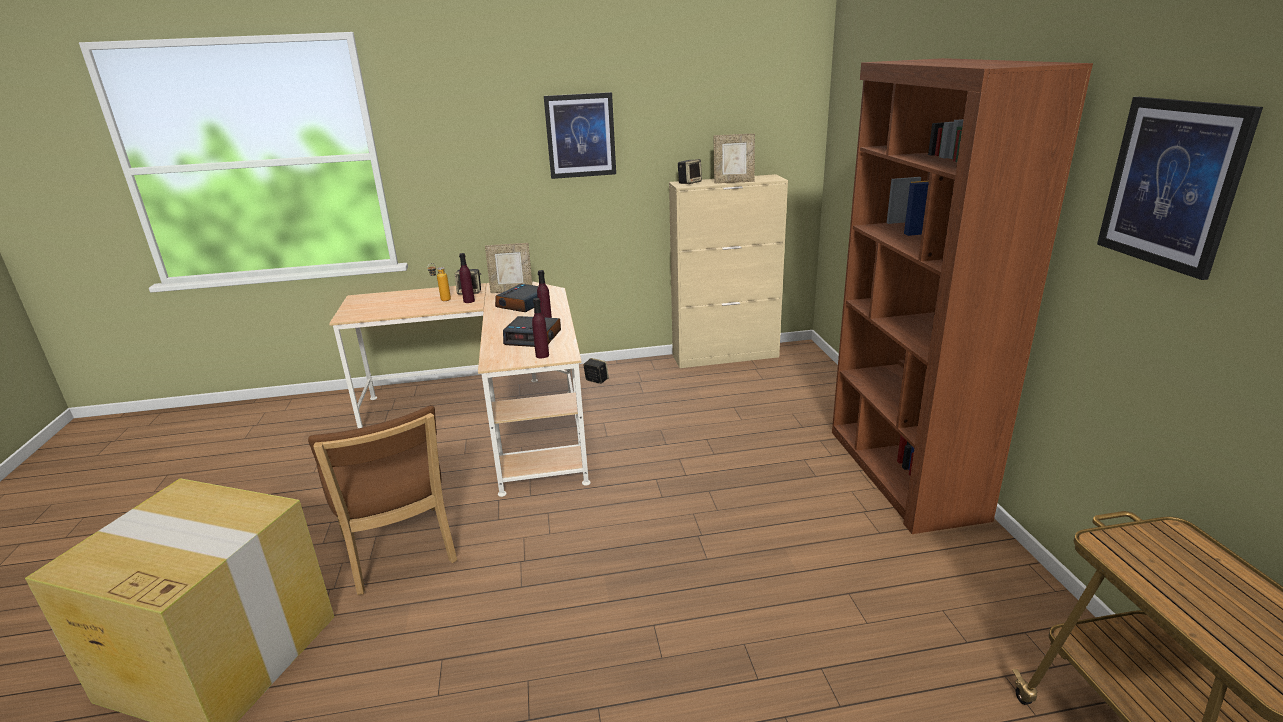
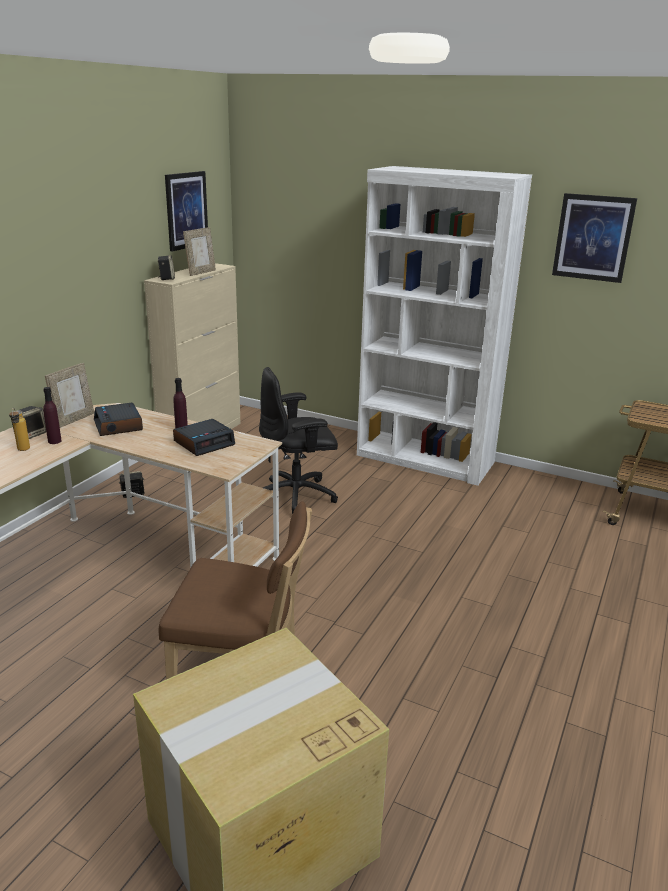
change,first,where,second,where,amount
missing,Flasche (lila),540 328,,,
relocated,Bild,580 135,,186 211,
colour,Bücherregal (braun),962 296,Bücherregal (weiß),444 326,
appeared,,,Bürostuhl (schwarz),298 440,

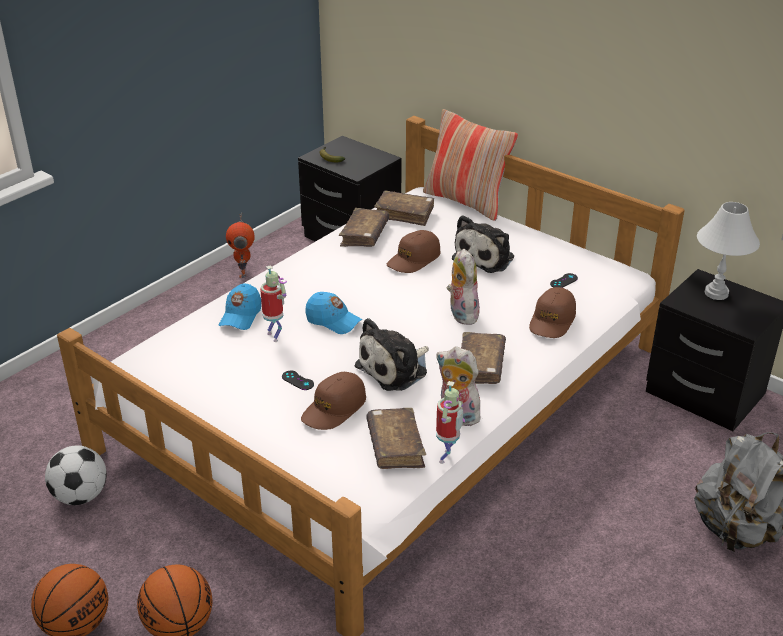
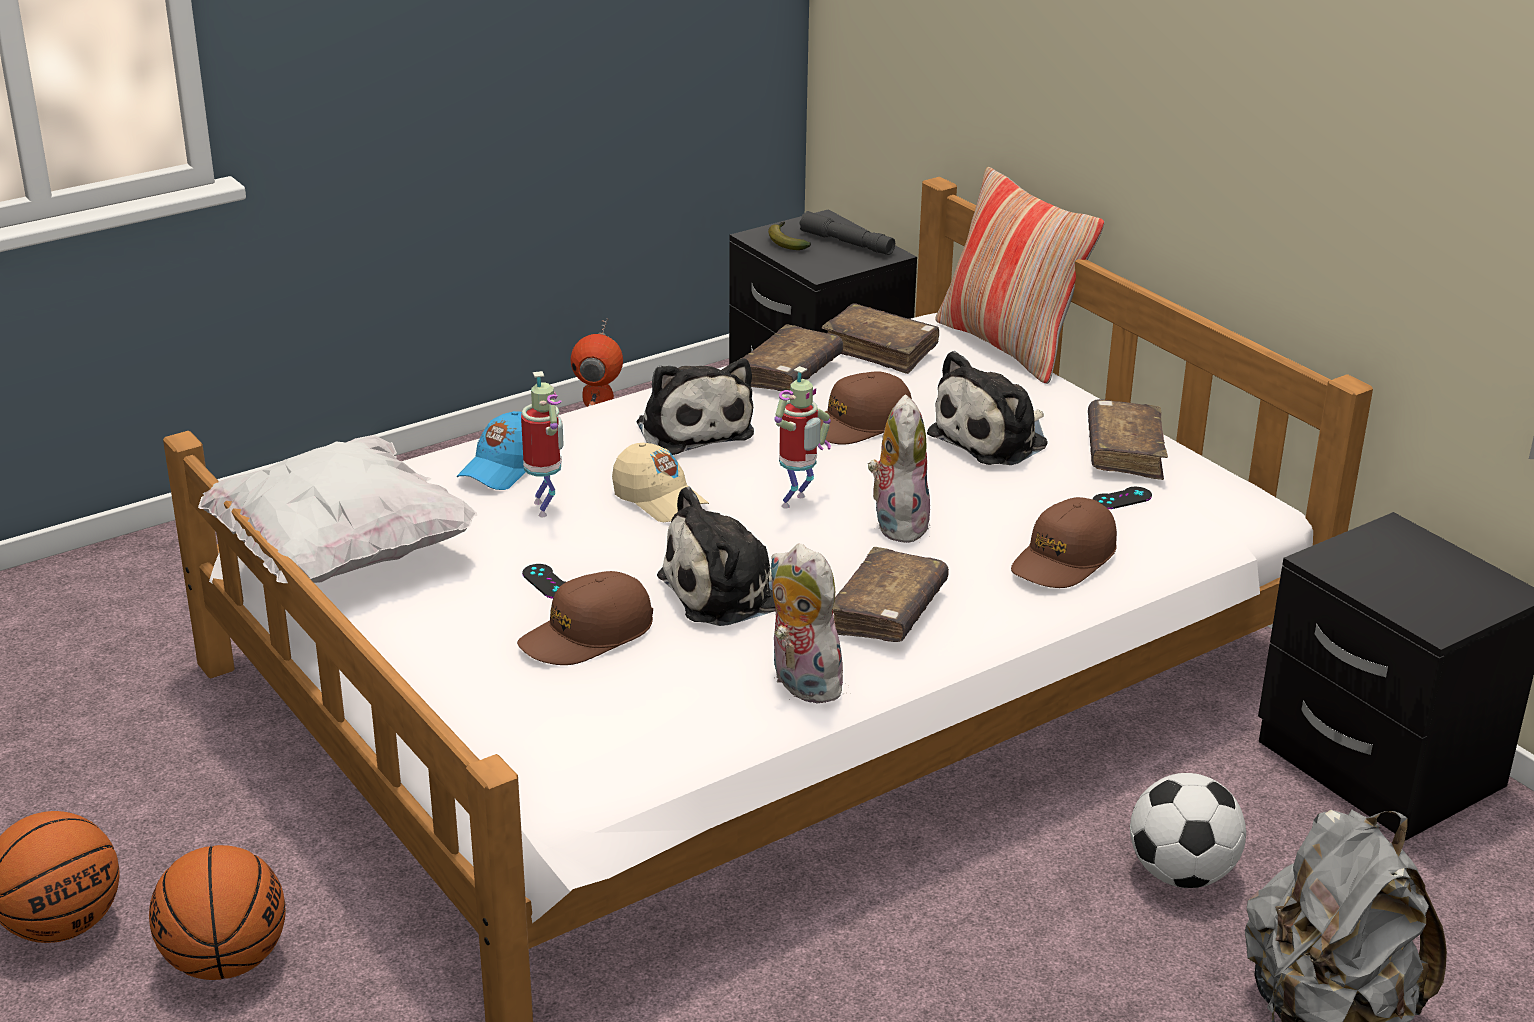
change,first,where,second,where,amount
relocated,Fußball,76 475,,1188 830,
colour,Kappe (blau),333 313,Kappe (beige),660 482,
relocated,Buch (braun),396 438,,1128 439,
relocated,Spielzeugroboter,450 422,,802 437,
missing,Tischlampe (weiß),728 251,,,
appeared,,,Kissen (weiß),337 509,
appeared,,,Plüschtier,695 406,
appeared,,,Taschenlampe (grau),847 233,

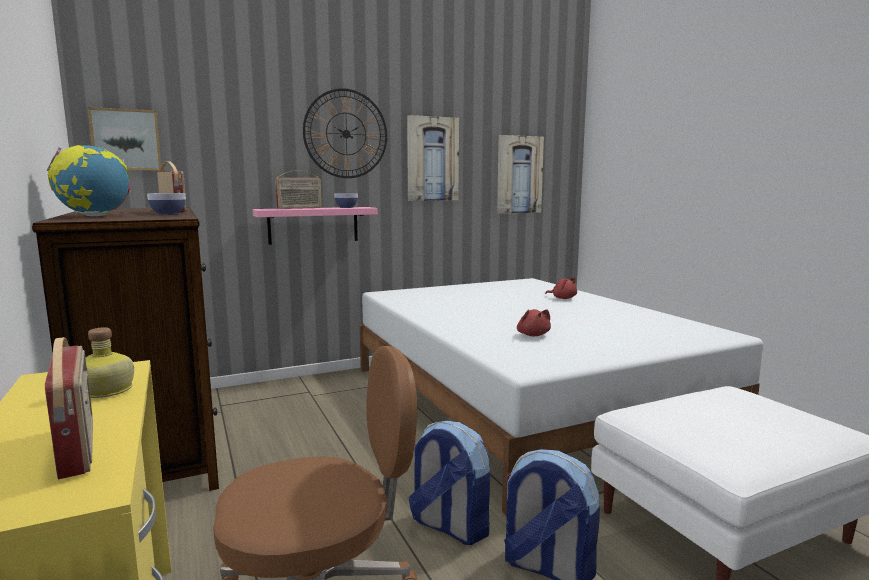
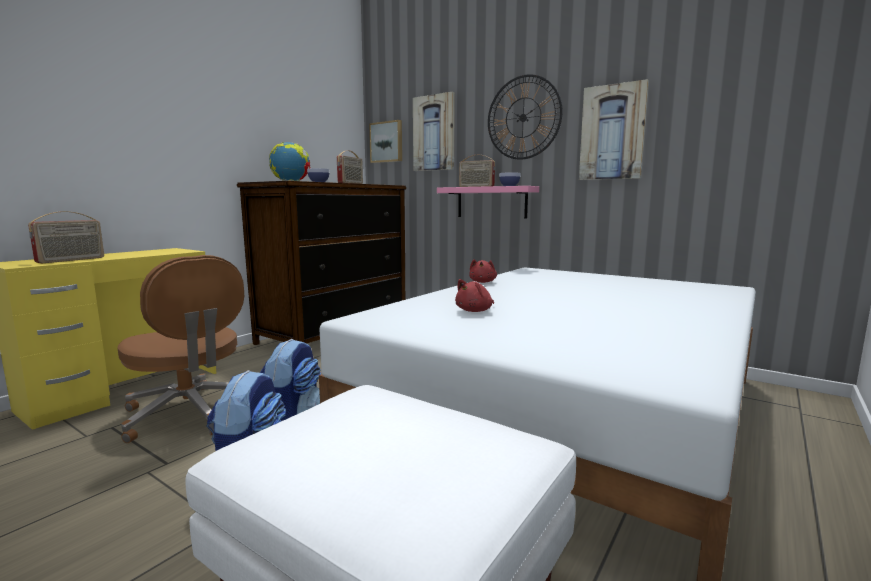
change,first,where,second,where,amount
missing,Flasche,110 362,,,
relocated,Bild,520 174,,434 131,
relocated,Plüschtier (rot),561 288,,483 271,

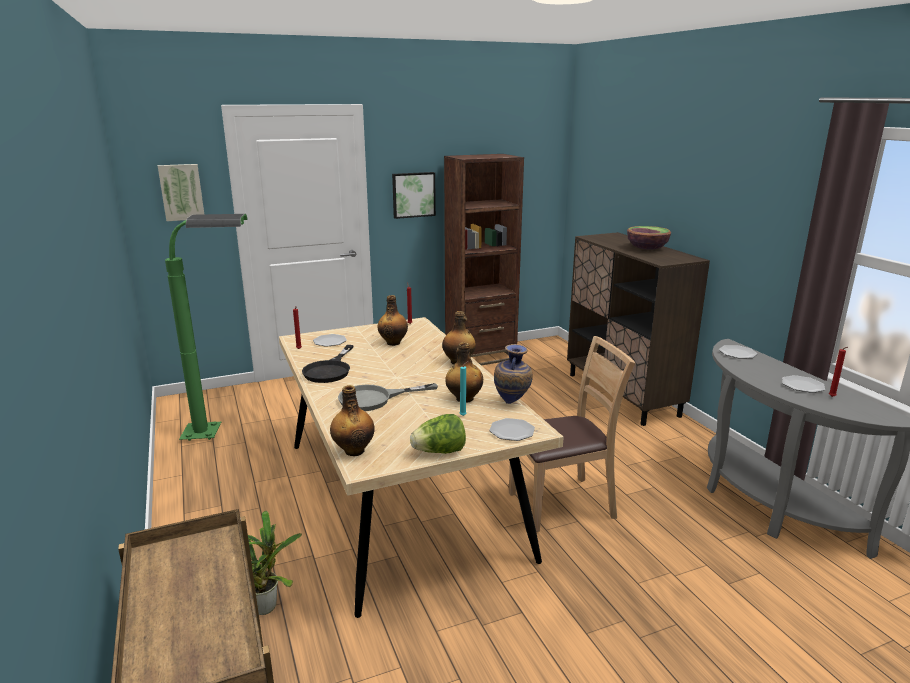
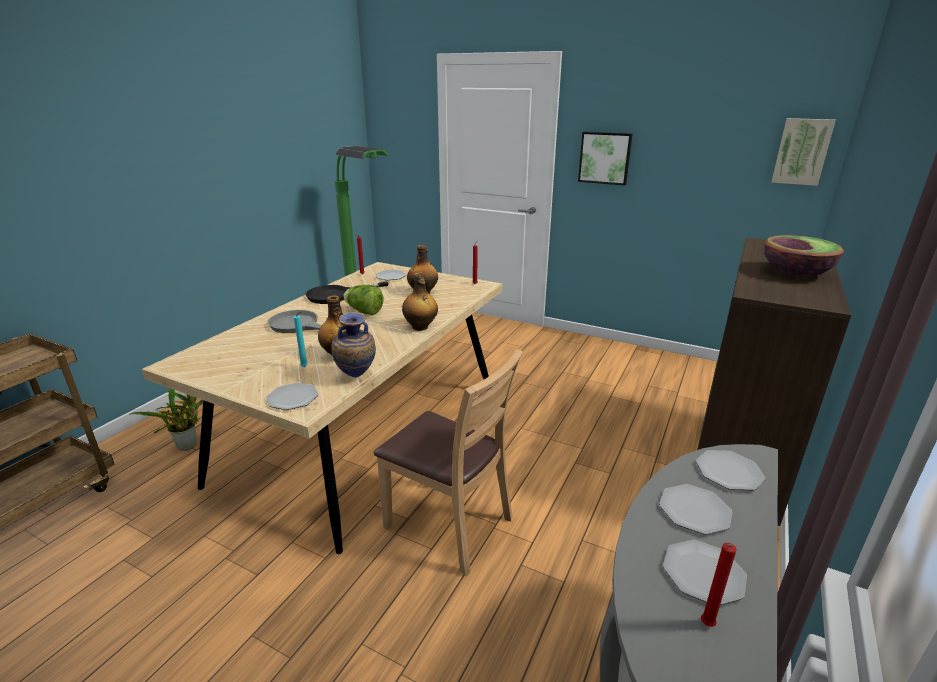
change,first,where,second,where,amount
relocated,Bild,181 192,,803 152,
missing,Flasche,352 420,,,
relocated,Salatkopf,438 434,,363 300,
missing,Bücherregal (braun),484 260,,,
appeared,,,Teller,695 509,

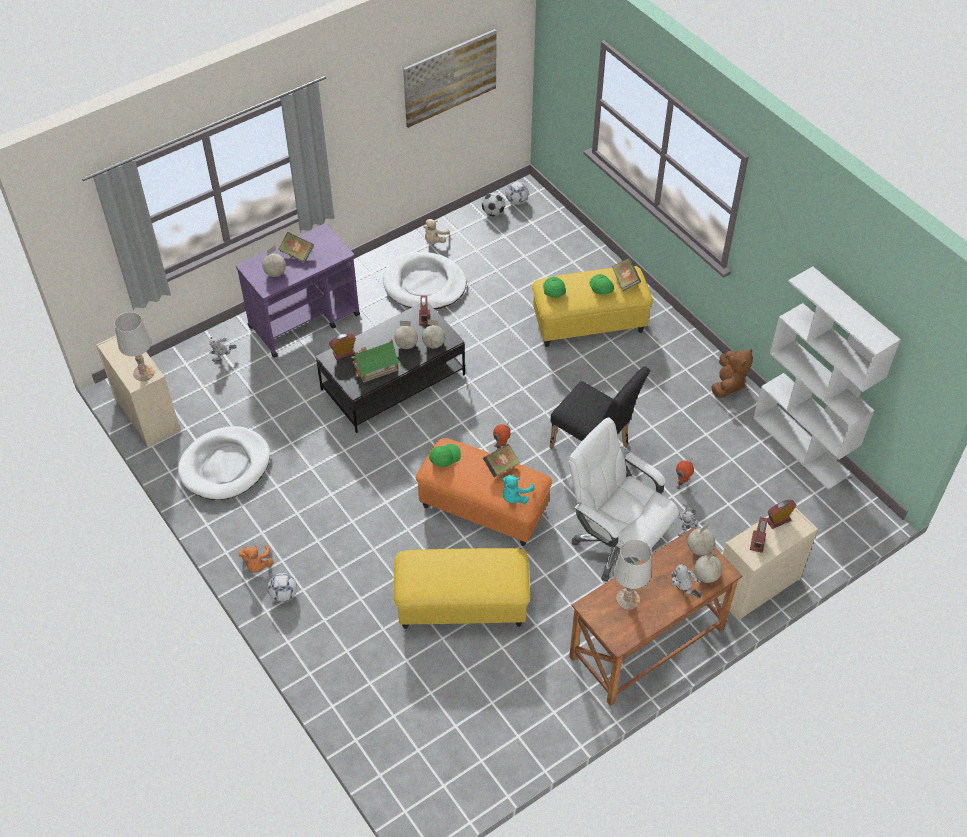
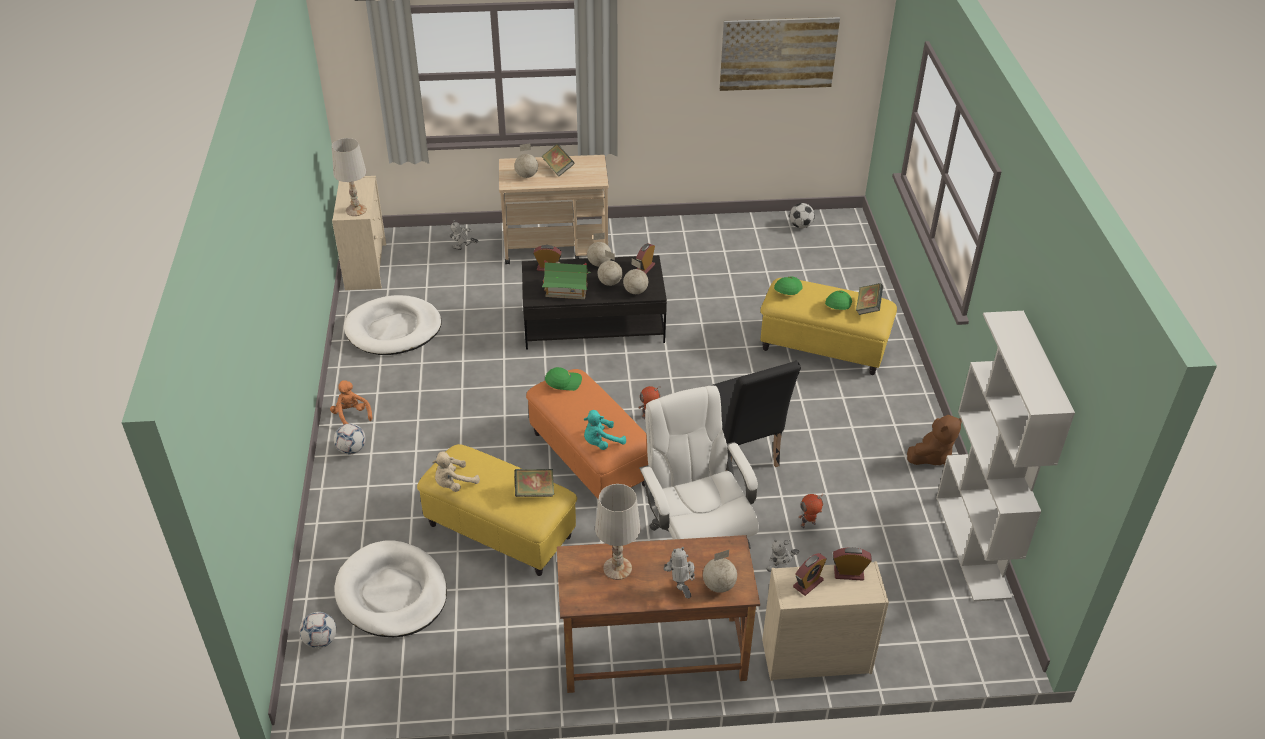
change,first,where,second,where,amount
colour,Rollwagen (lila),298 290,Rollwagen (beige),554 210,
spun,Plüschtier (orange),256 558,,351 402,120 degrees clockwise
relocated,Hundebett (weiß),424 281,,390 588,
relocated,Plüschtier (beige),436 231,,456 471,
relocated,Buch,501 460,,534 483,
relocated,Fußball,517 193,,318 630,
relocated,Globus,701 539,,599 250,

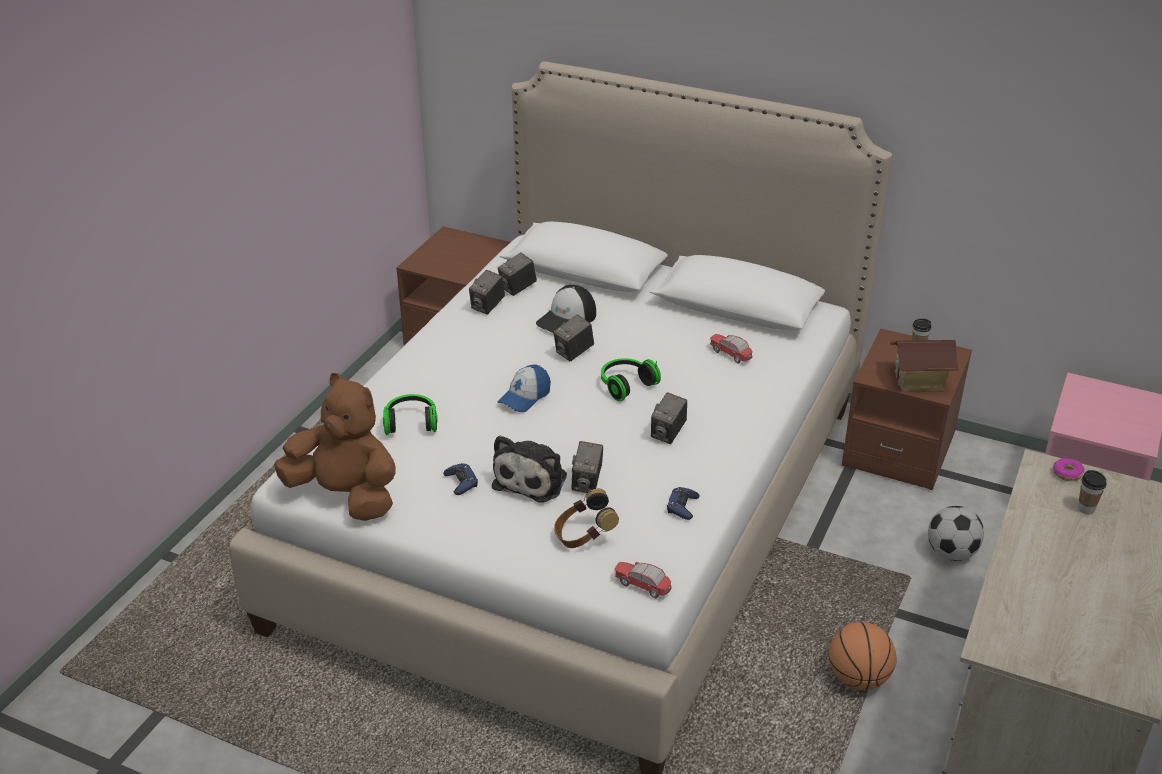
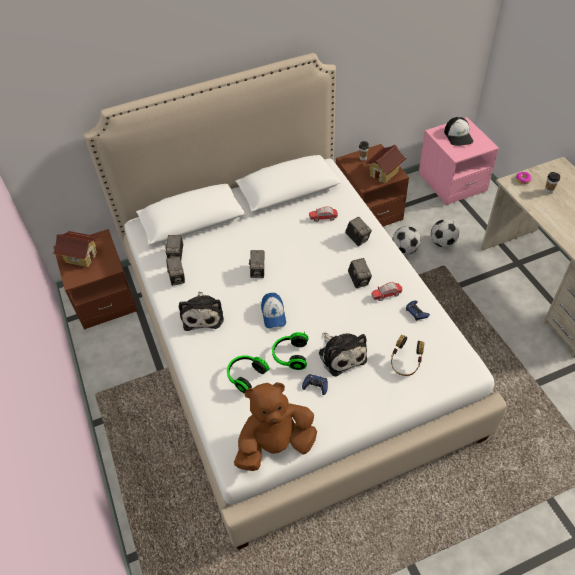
change,first,where,second,where,amount
relocated,Kappe,566 309,,458 131,
relocated,Kamera,587 467,,358 231,
relocated,Kopfhörer,631 380,,290 350,
relocated,Spielzeugauto,643 580,,386 291,
missing,Basketball,862 656,,,
appeared,,,Spielzeughaus,76 249,
appeared,,,Plüschtier,201 311,
appeared,,,Fußball,406 240,

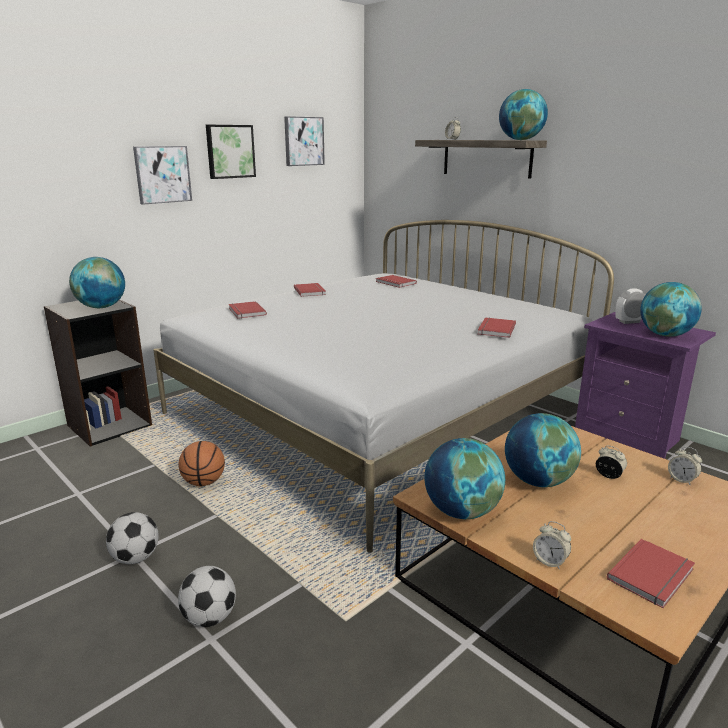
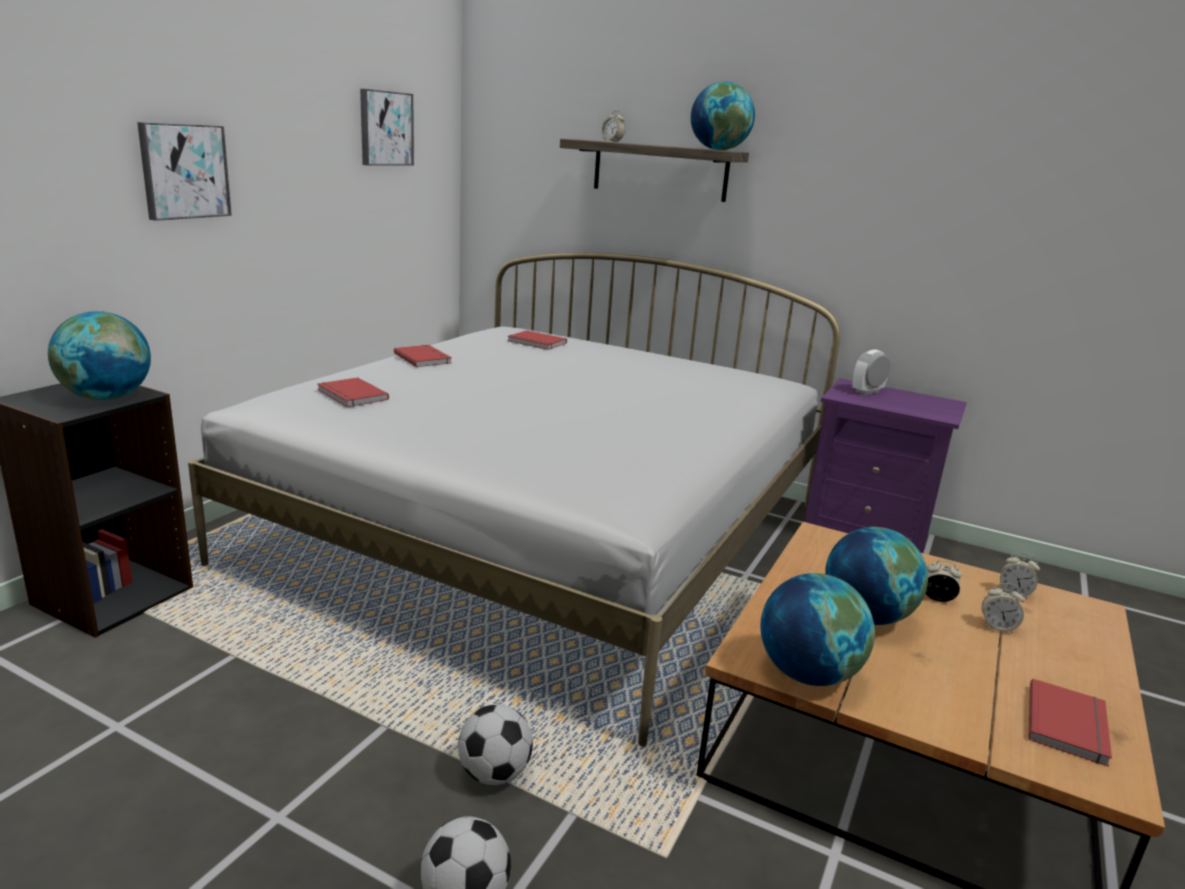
change,first,where,second,where,amount
relocated,Fußball,132 538,,495 744,
missing,Basketball,201 463,,,
missing,Bild,231 152,,,
missing,Buch (rot),497 328,,,
relocated,Wecker,552 545,,1003 608,
missing,Globus,671 309,,,

